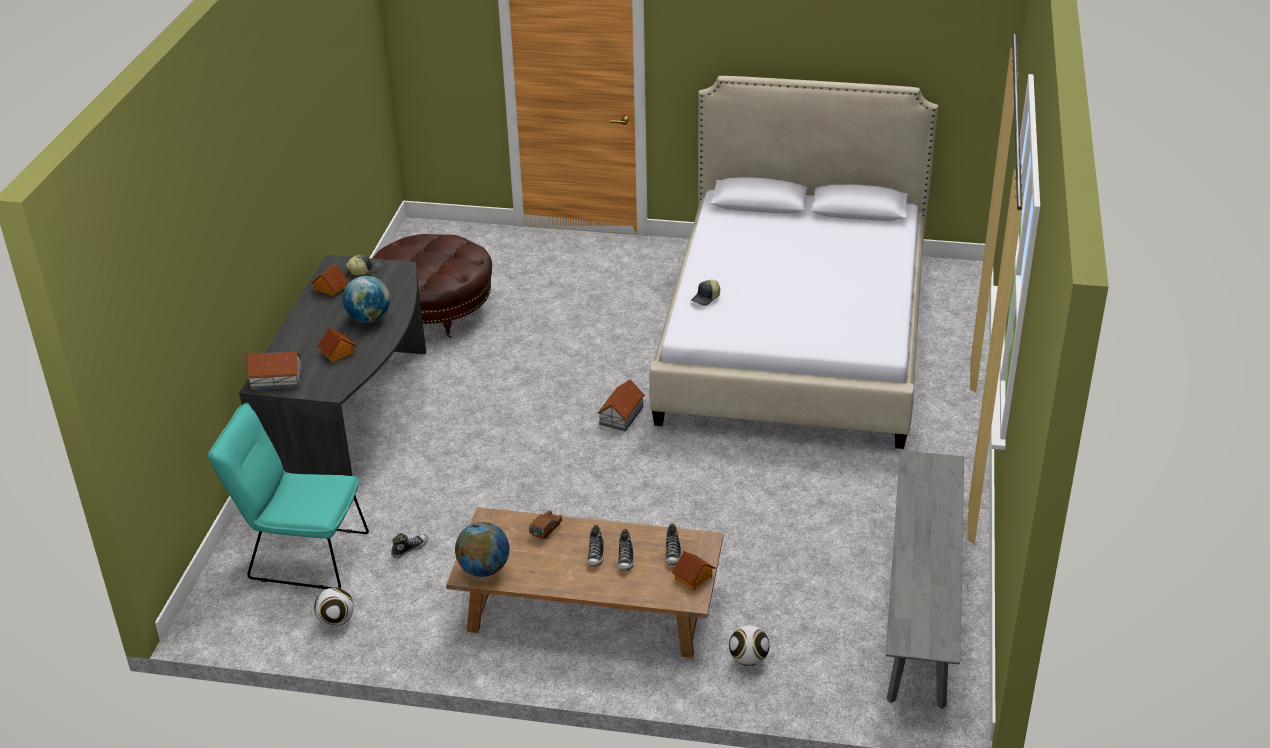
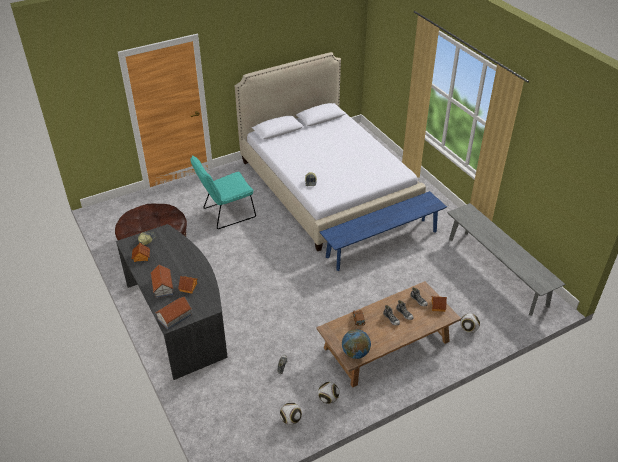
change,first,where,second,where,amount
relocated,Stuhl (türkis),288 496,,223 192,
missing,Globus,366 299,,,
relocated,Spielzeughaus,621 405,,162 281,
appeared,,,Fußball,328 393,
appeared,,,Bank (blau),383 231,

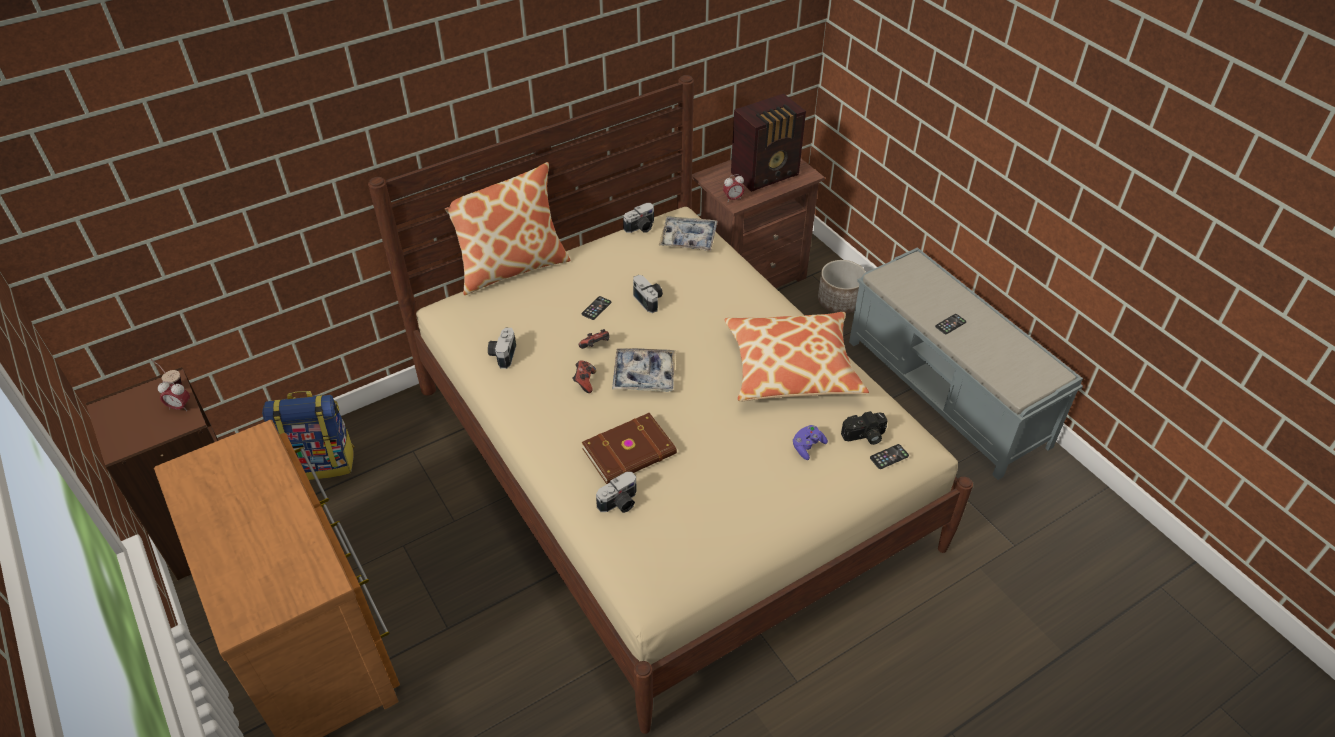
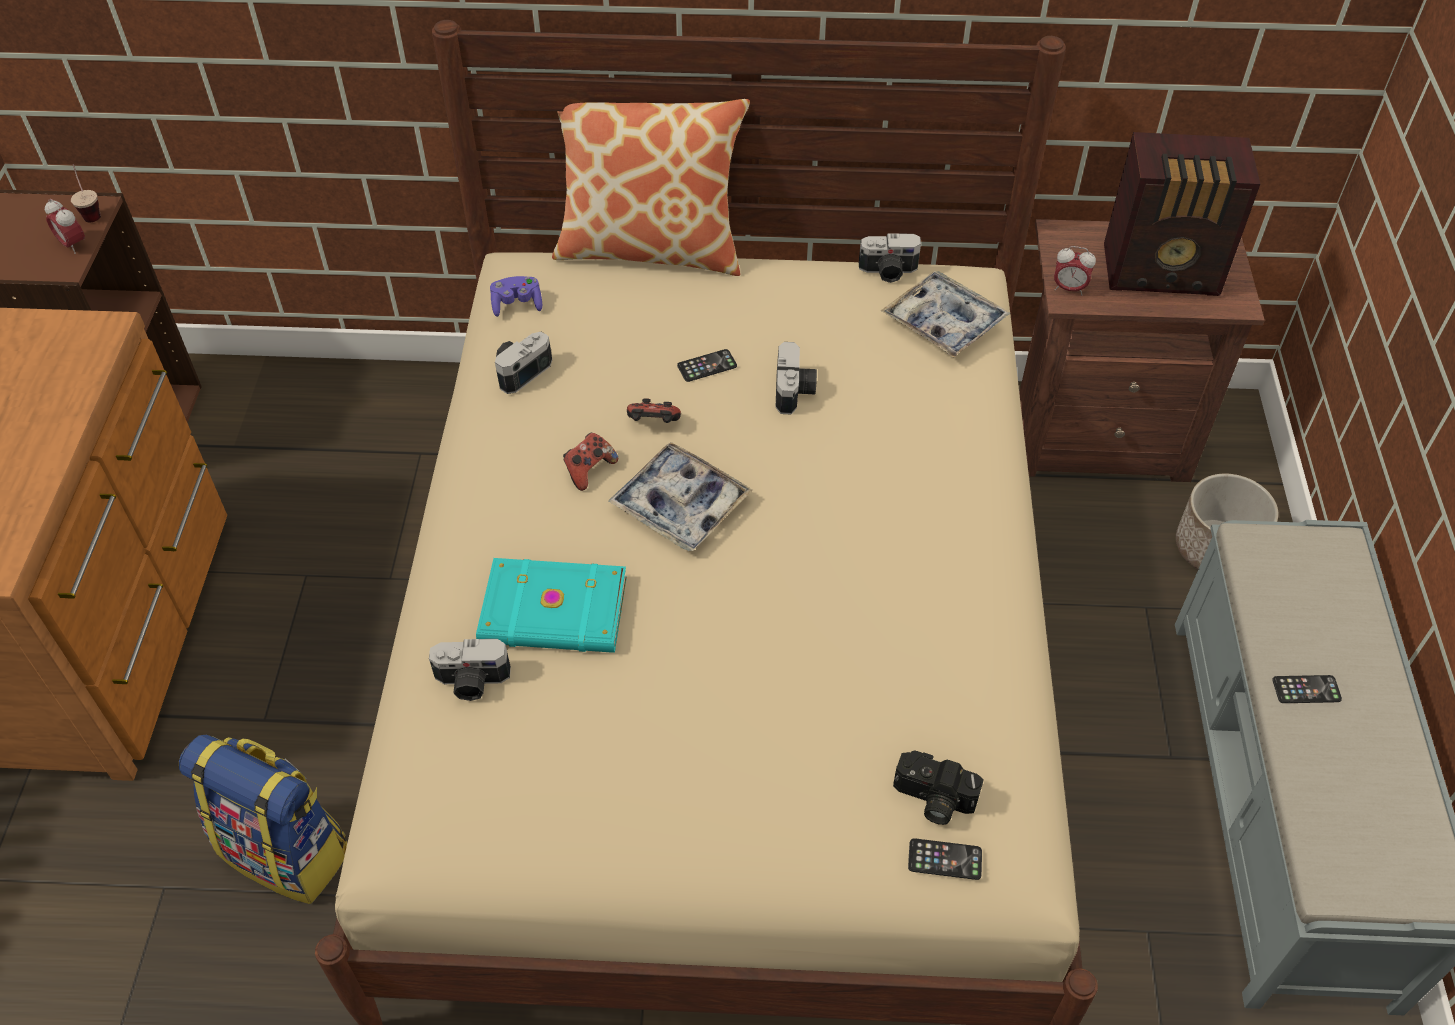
change,first,where,second,where,amount
relocated,Rucksack,308 435,,263 819,
colour,Buch (braun),629 448,Buch (türkis),551 605,
missing,Kissen,796 356,,,
relocated,Gamepad (lila),810 442,,516 296,

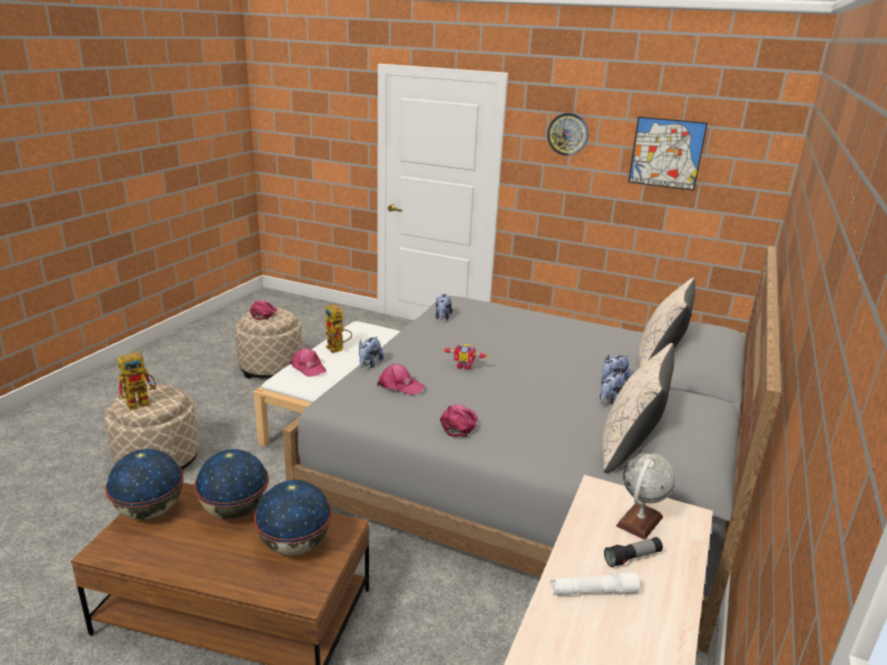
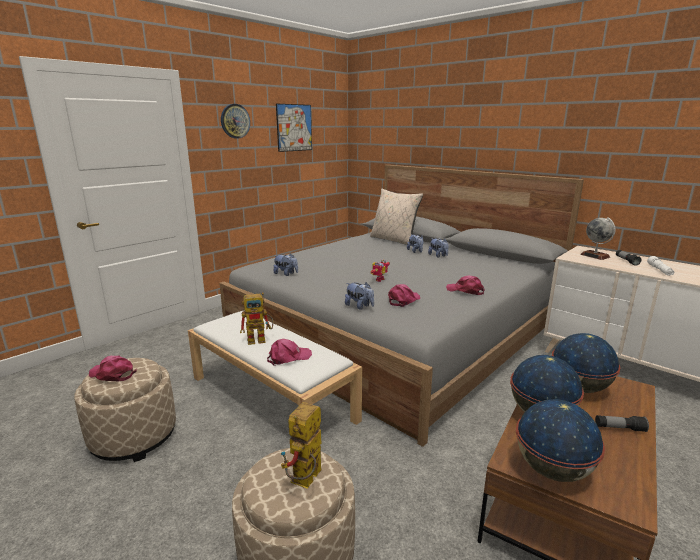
change,first,where,second,where,amount
spun,Spielzeugroboter,137 381,,301 445,135 degrees counterclockwise
missing,Kissen (beige),638 408,,,
appeared,,,Taschenlampe,622 423,

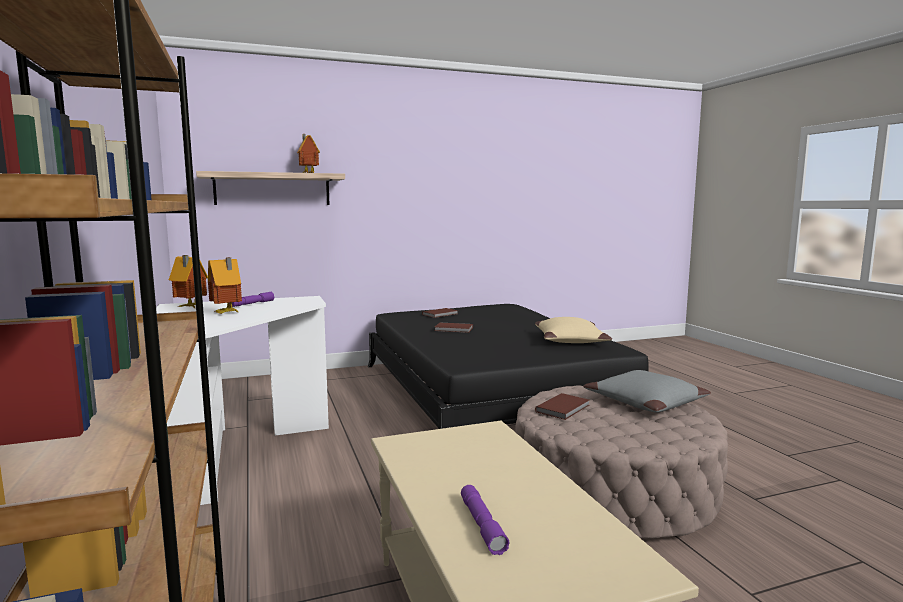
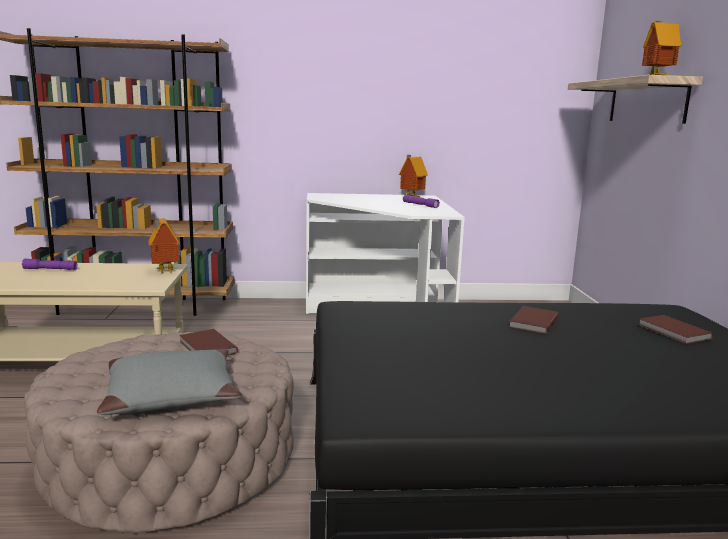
change,first,where,second,where,amount
relocated,Spielzeughaus,225 285,,164 245,
missing,Kissen (beige),573 330,,,

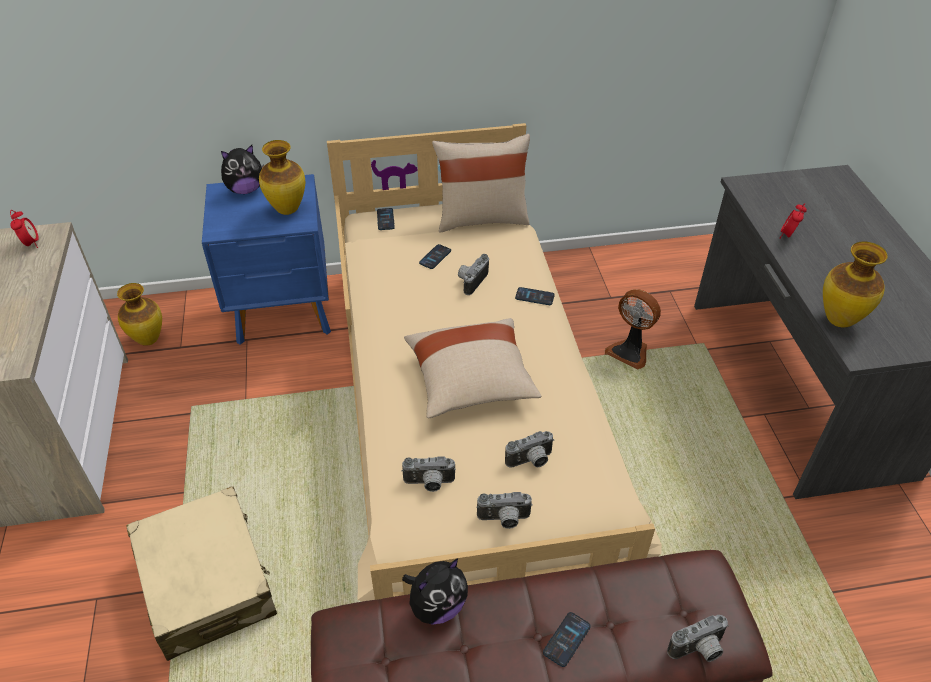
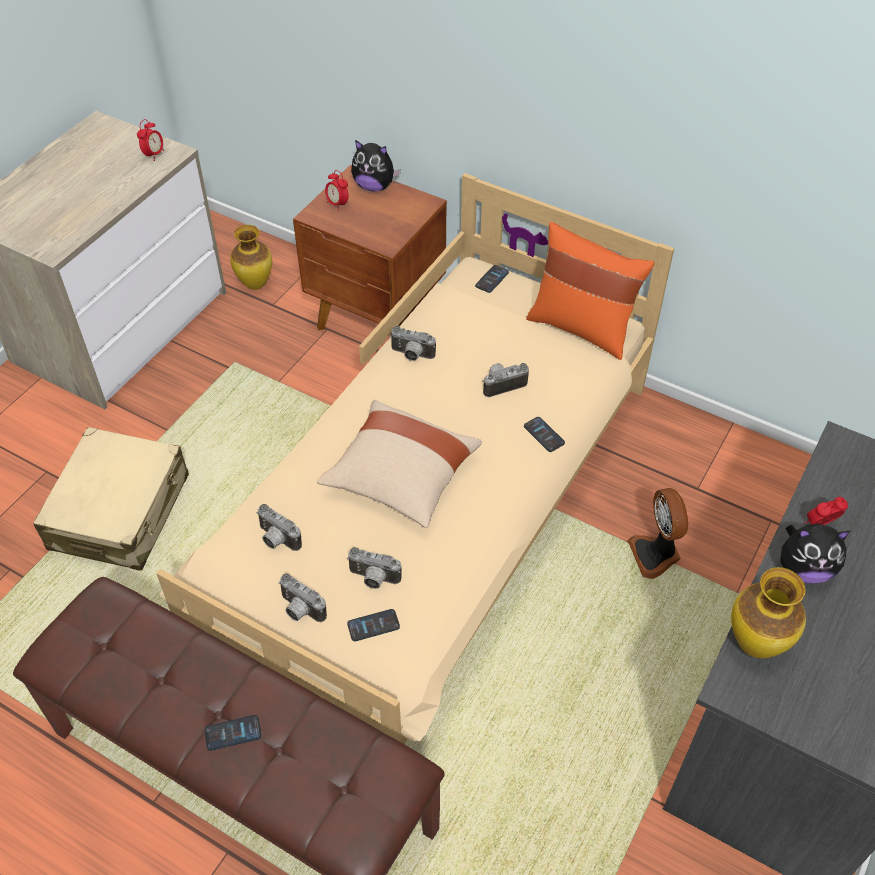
change,first,where,second,where,amount
colour,Nachttisch (blau),266 259,Nachttisch (braun),370 250,
missing,Vase,282 177,,,
relocated,Plüschtier,435 591,,815 554,
relocated,Handy,435 256,,373 625,
colour,Kissen (beige),481 183,Kissen (orange),590 291,
relocated,Kamera,698 638,,413 343,
appeared,,,Wecker,336 190,

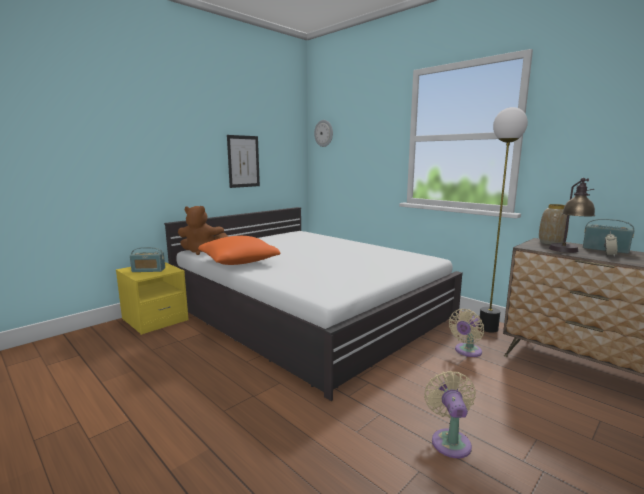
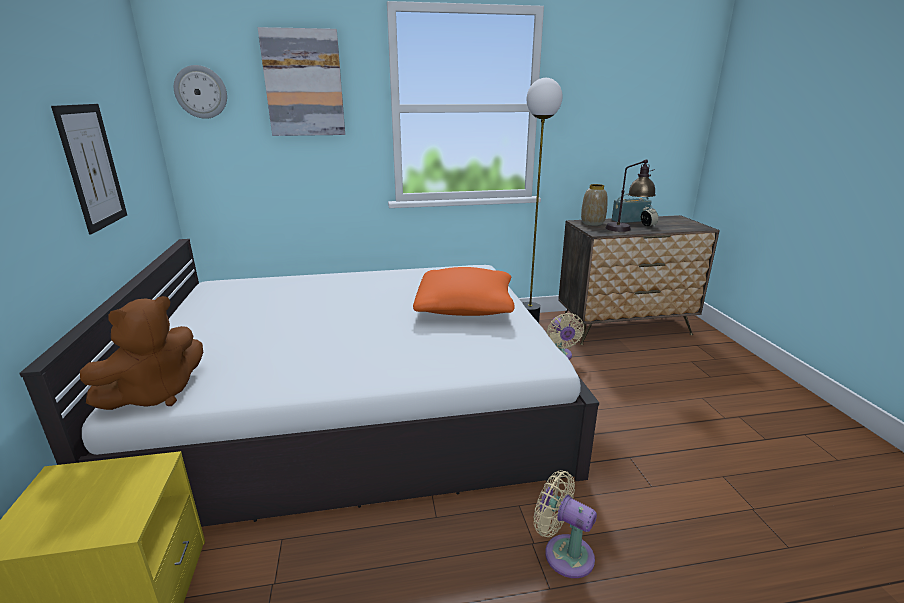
change,first,where,second,where,amount
missing,Radio,147 259,,,
relocated,Kissen (orange),239 250,,464 291,
relocated,Ventilator (beige),450 414,,565 524,
appeared,,,Bild,301 81,

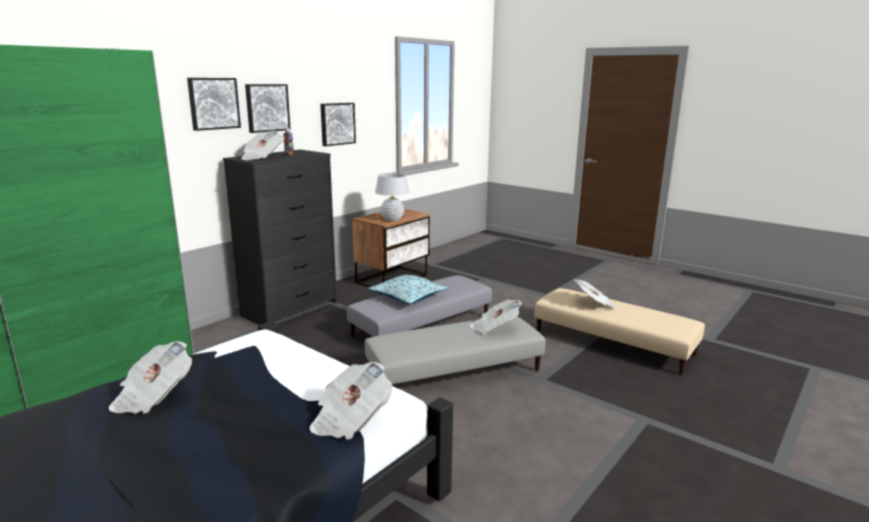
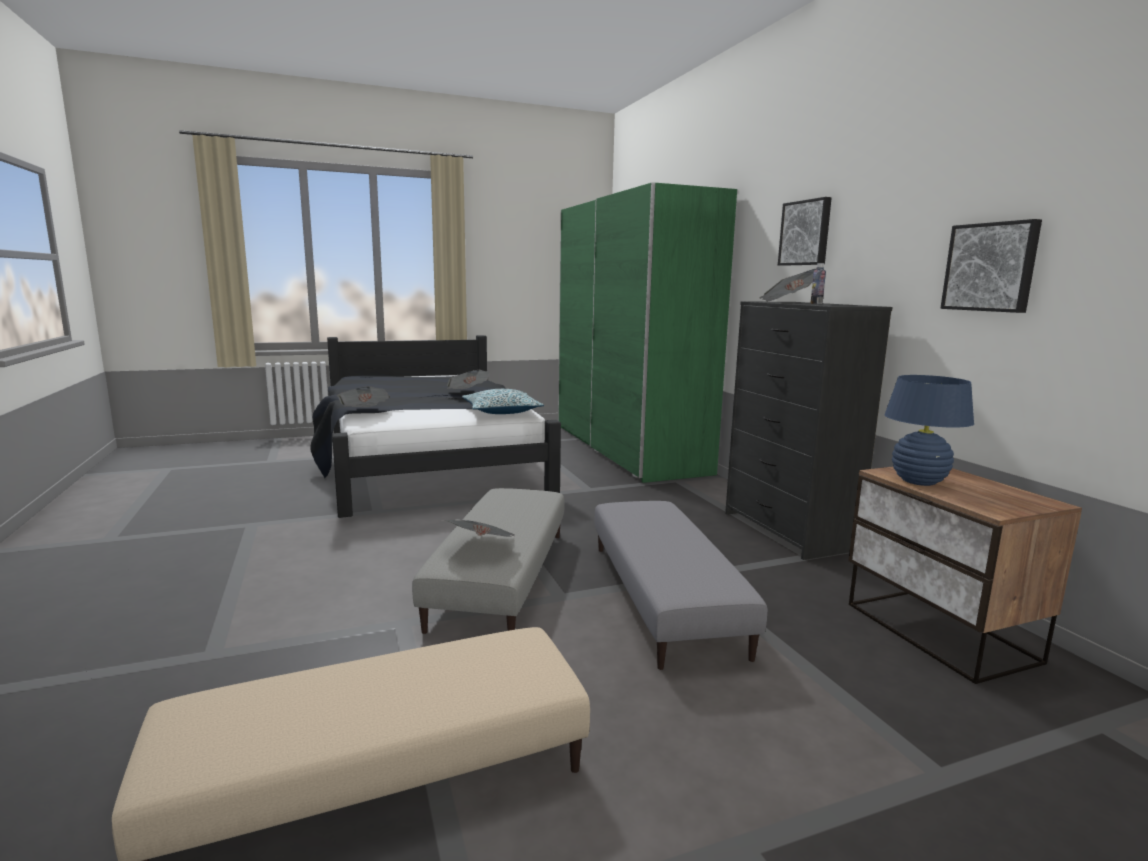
change,first,where,second,where,amount
missing,Bild,268 108,,,
relocated,Kissen,407 289,,503 401,
colour,Tischlampe (weiß),392 197,Tischlampe (blau),929 430,
missing,Zeitung,595 294,,,

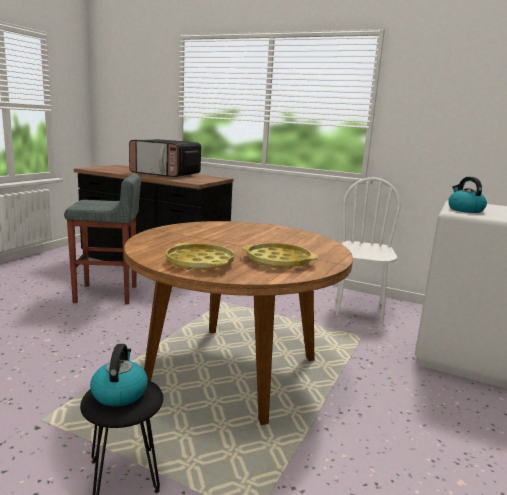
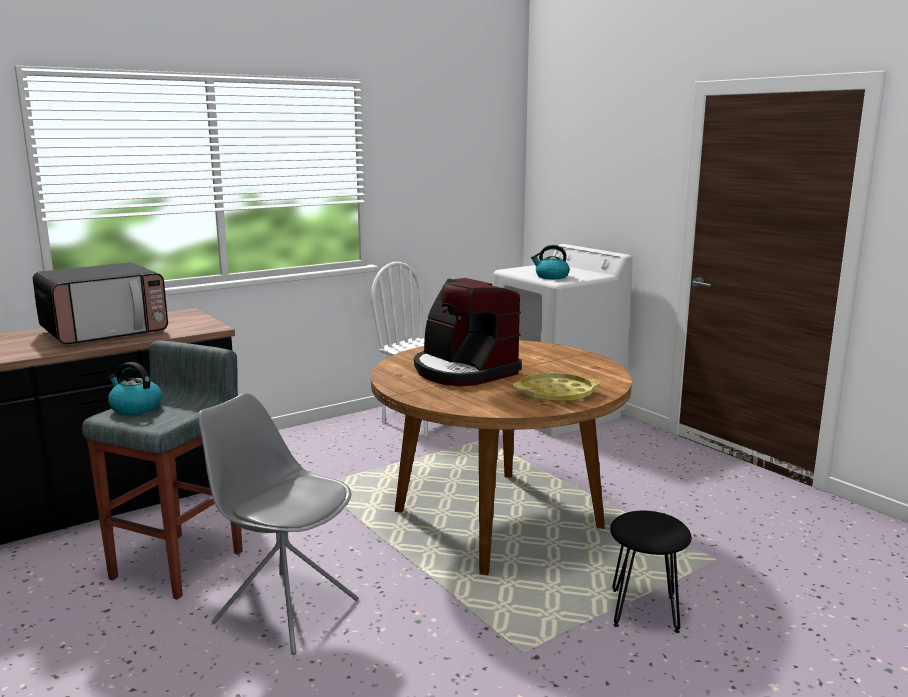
change,first,where,second,where,amount
relocated,Wasserkessel,119 375,,135 388,
missing,Tablett (gelb),280 256,,,
appeared,,,Stuhl (grau),278 524,
appeared,,,Kaffeemaschine,468 332,

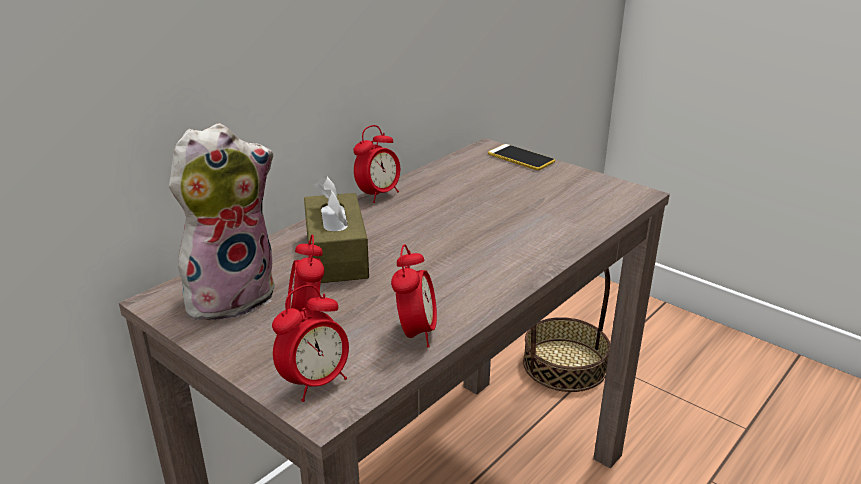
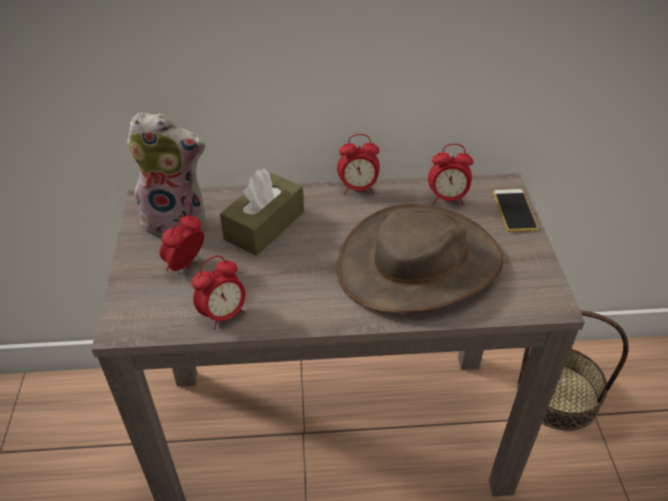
change,first,where,second,where,amount
relocated,Wecker,310 343,,451 174,
appeared,,,Hut (braun),420 259,

